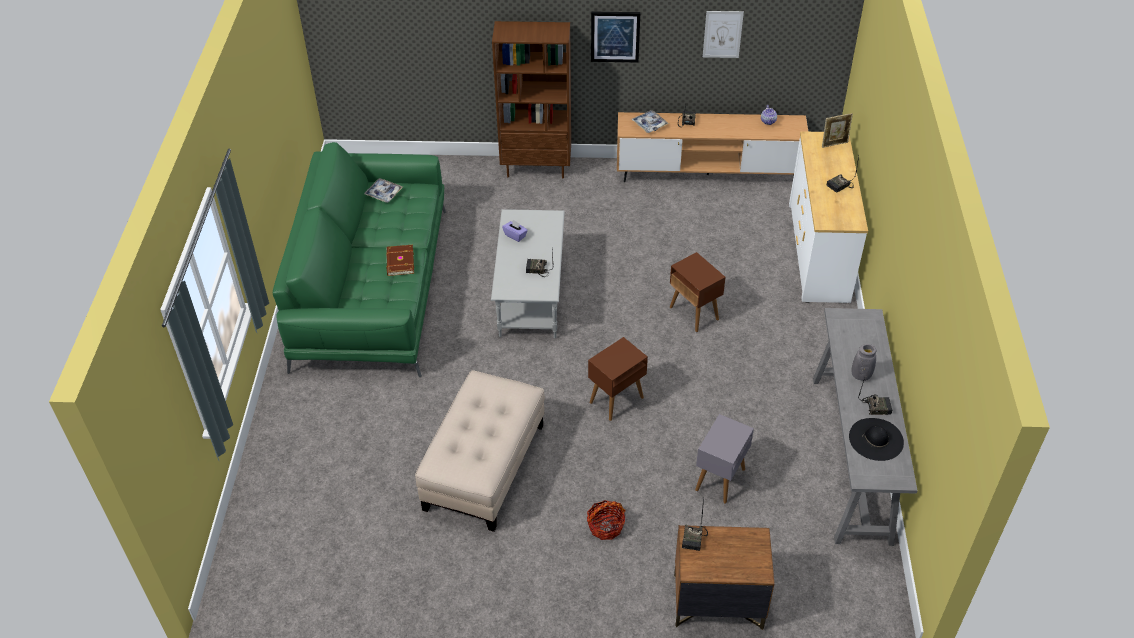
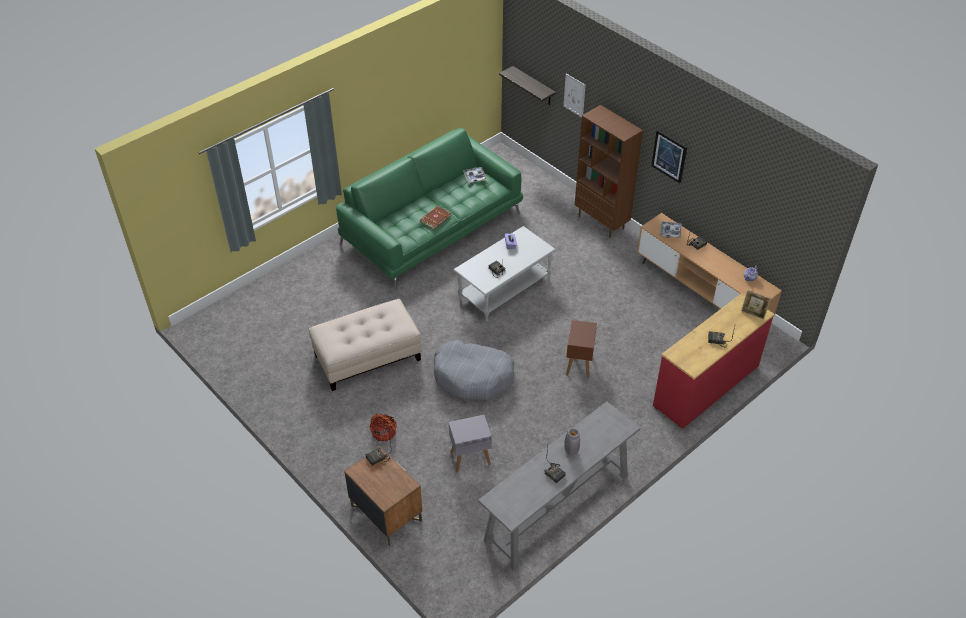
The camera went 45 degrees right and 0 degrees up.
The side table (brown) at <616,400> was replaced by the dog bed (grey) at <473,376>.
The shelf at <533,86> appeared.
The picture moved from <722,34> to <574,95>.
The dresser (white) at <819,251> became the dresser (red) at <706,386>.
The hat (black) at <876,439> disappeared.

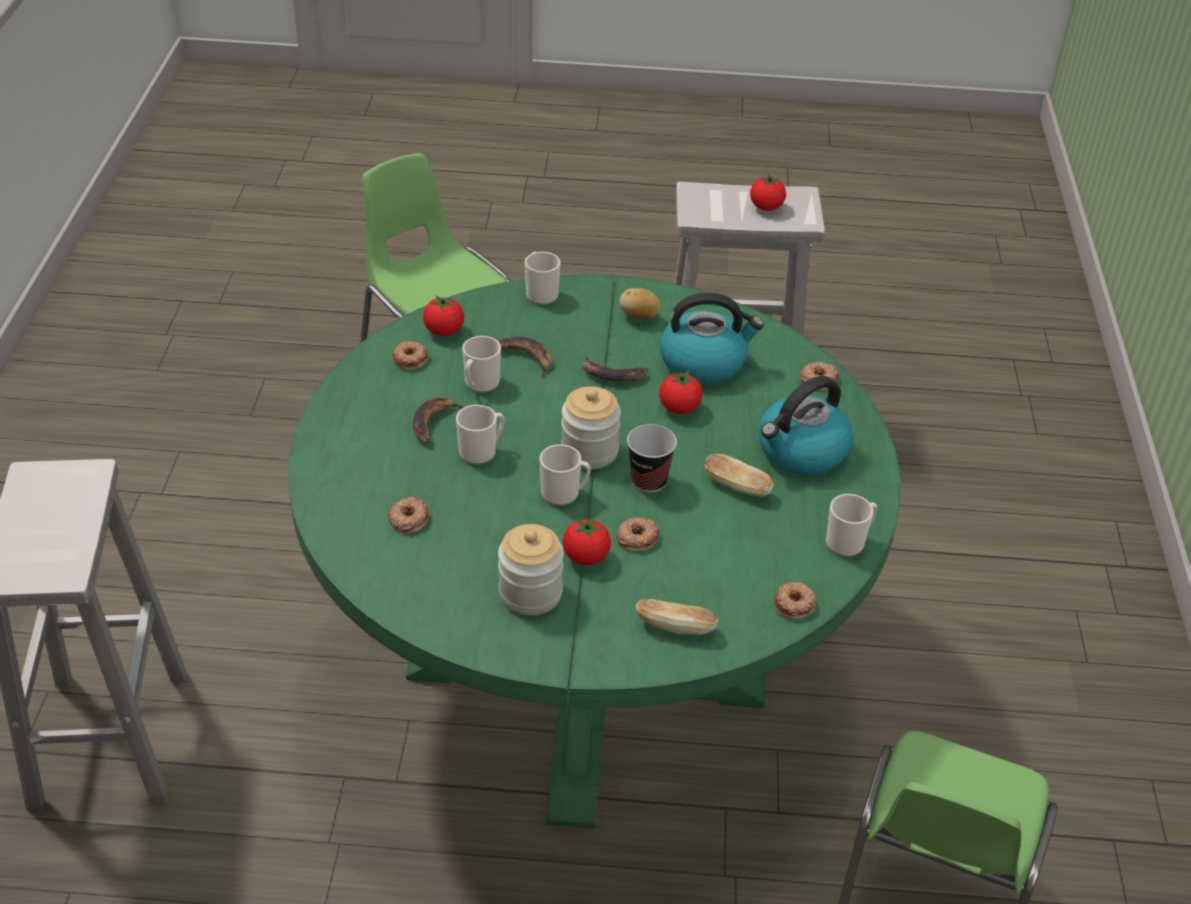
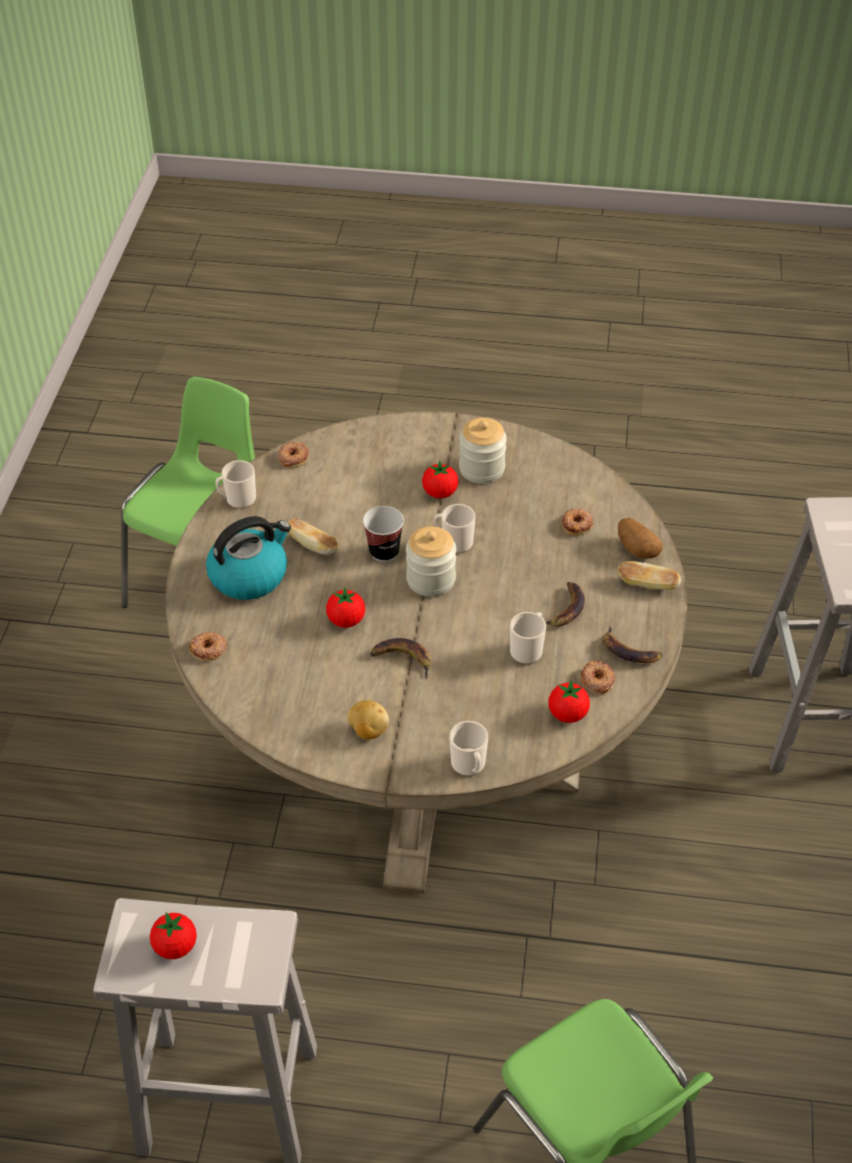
The camera went 175 degrees left and 5 degrees up.
The dining table (green) at <586,676> became the dining table (beige) at <425,759>.
The banana moved from <523,359> to <629,651>.
The potato at <636,549> appeared.
The bread moved from <675,627> to <647,585>.
The mug at <481,451> disappeared.
The donut at <637,537> disappeared.
The kettle at <704,362> disappeared.

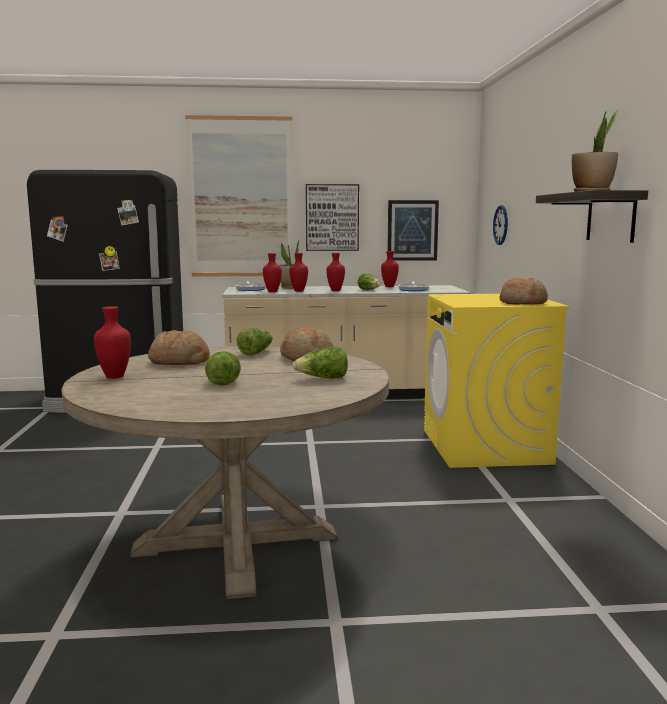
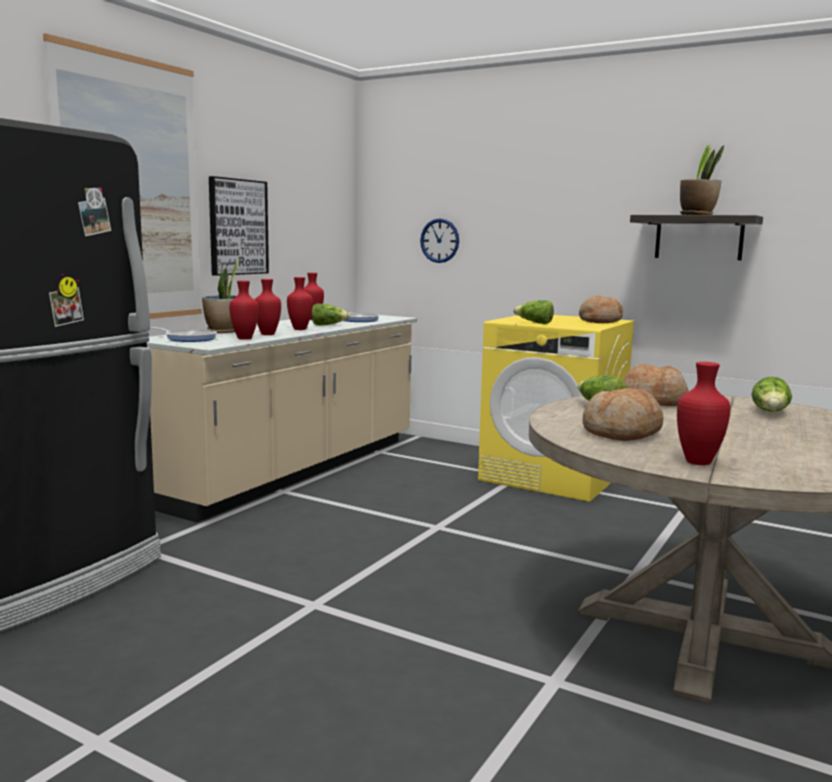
The camera went 55 degrees left and 0 degrees up.
The lettuce moved from <223,381> to <534,323>.
The picture at <412,230> disappeared.

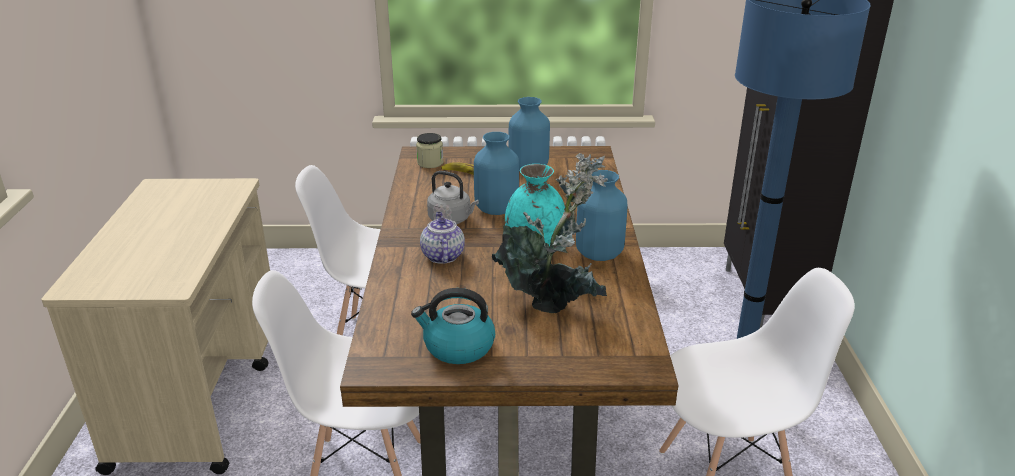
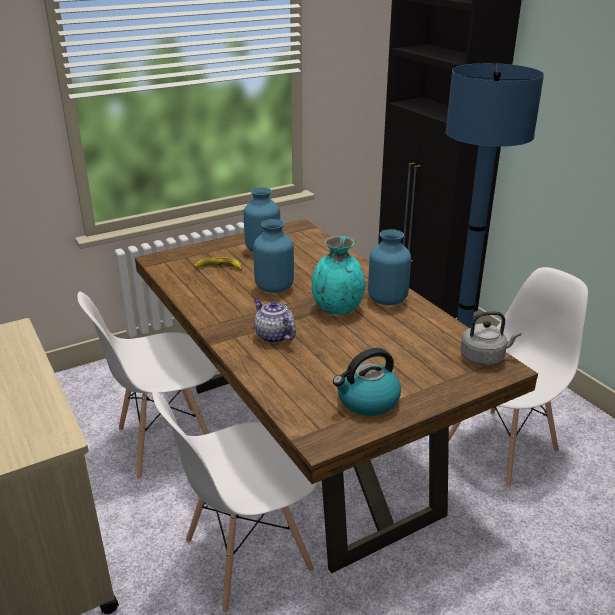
The camera went 30 degrees left and 0 degrees up.
The kettle (grey) moved from <452,219> to <484,357>.
The jar at <430,163> disappeared.
The potted plant at <552,302> disappeared.

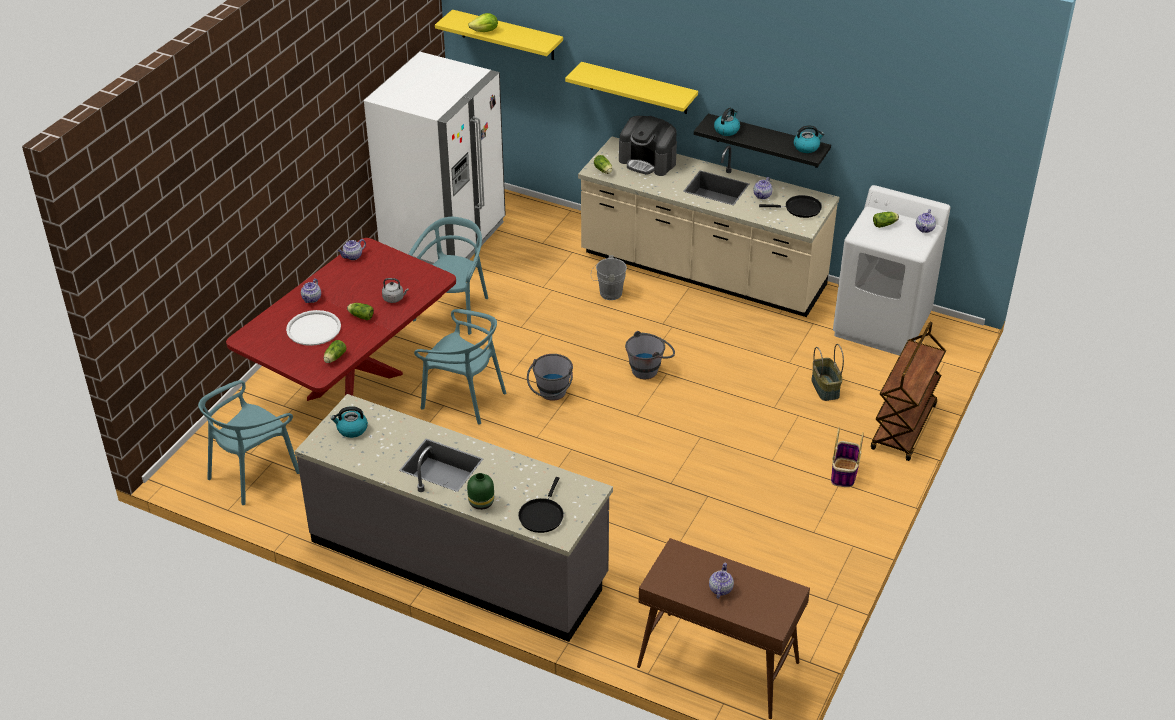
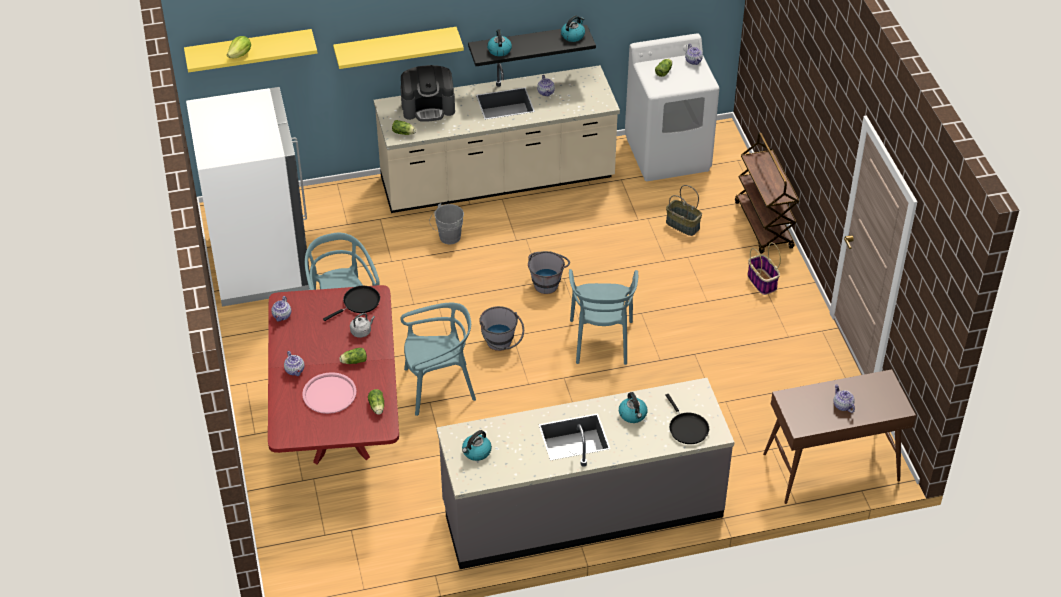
The camera went 40 degrees left and 5 degrees up.
The tray (white) at <314,329> became the tray (pink) at <329,394>.
The frying pan (black) moved from <800,209> to <359,303>.
The chair (turquoise) moved from <253,473> to <601,341>.
The kettle at <633,415> appeared.
The vase (green) at <482,503> disappeared.

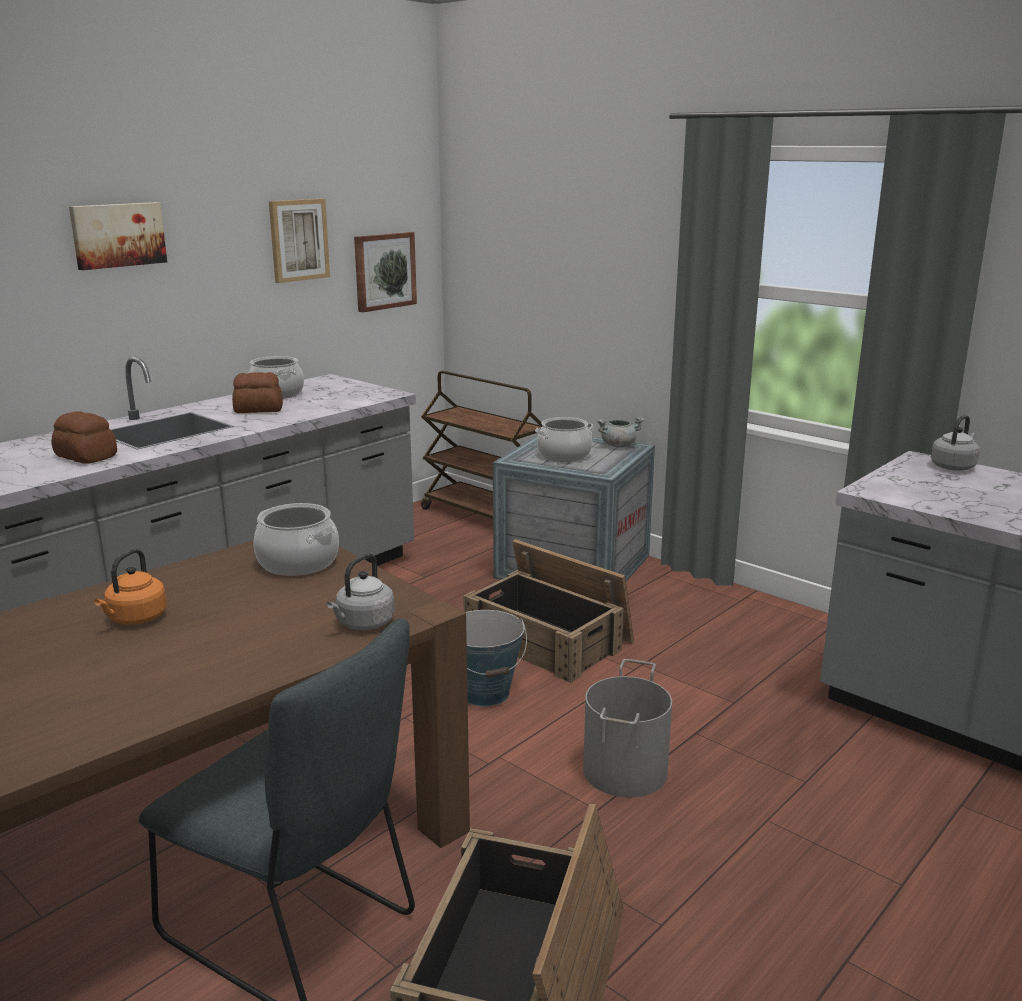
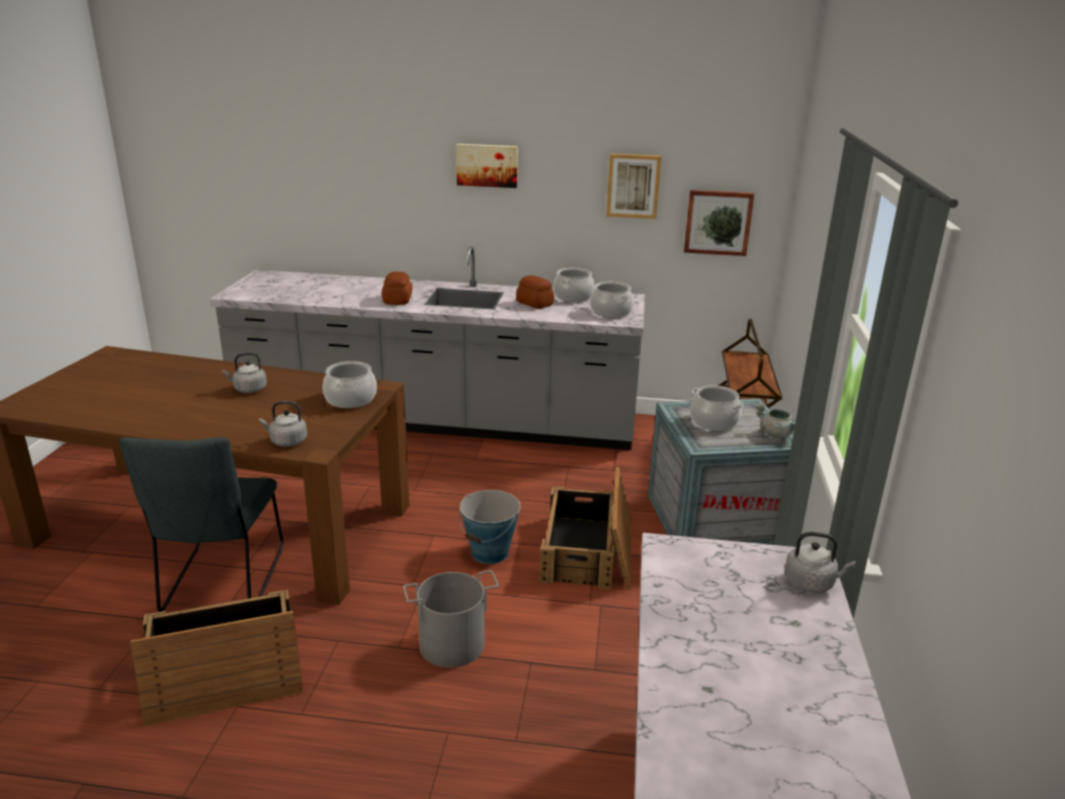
The camera went 55 degrees right and 5 degrees up.
The kettle (orange) at <135,619> became the kettle (grey) at <248,389>.
The cooking pot at <610,312> appeared.

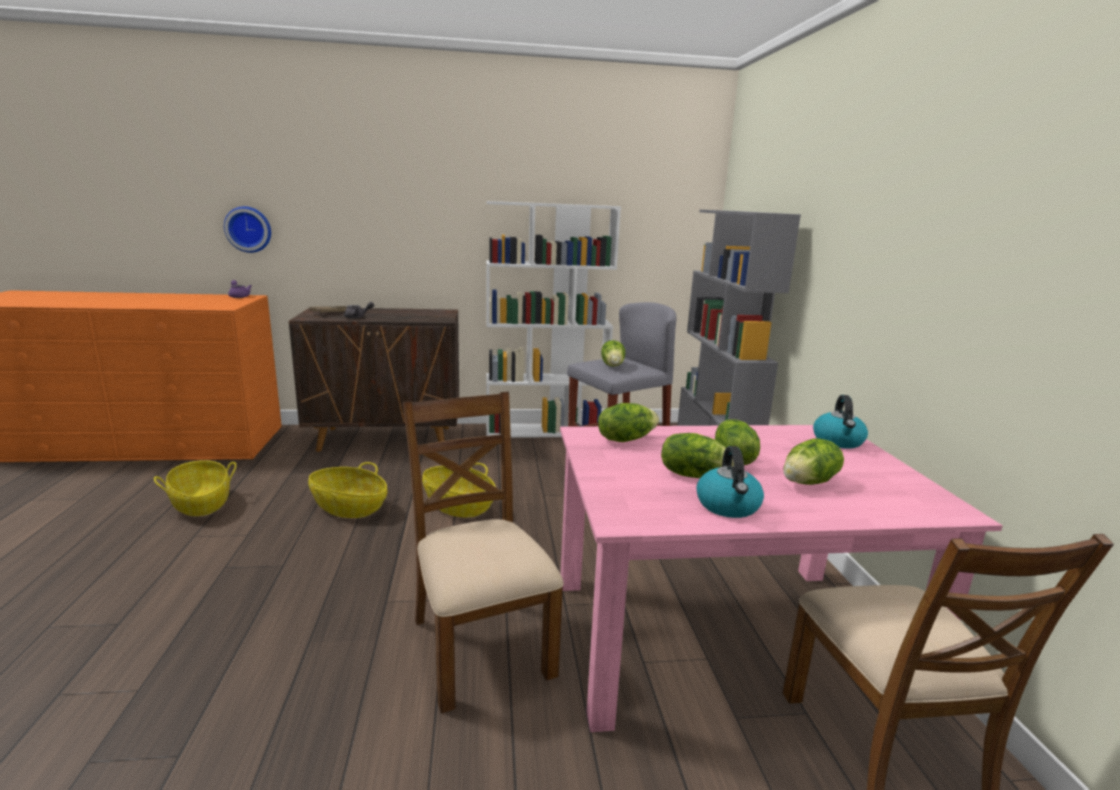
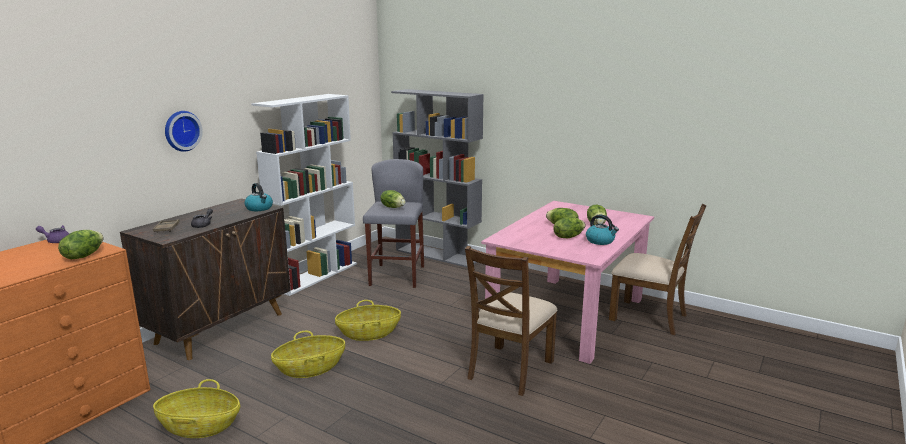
The camera went 50 degrees left and 0 degrees up.
The lettuce moved from <625,439> to <83,256>.
The wall clock moved from <249,229> to <181,130>.
The kettle moved from <838,441> to <259,208>.
The chair (brown) at <479,645> turned 75 degrees counterclockwise.

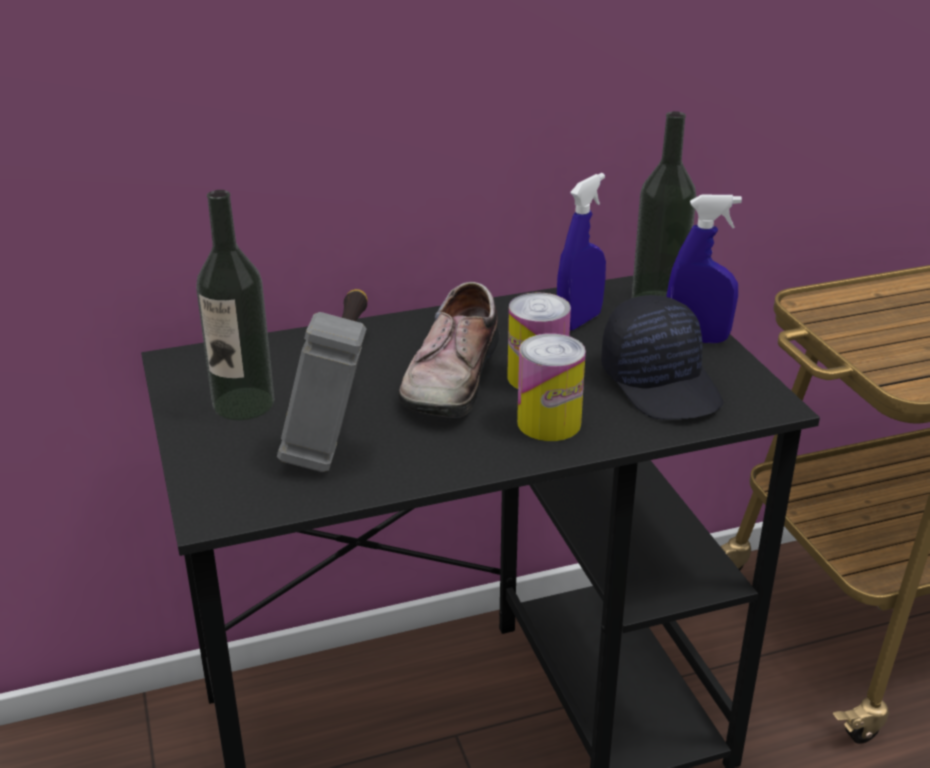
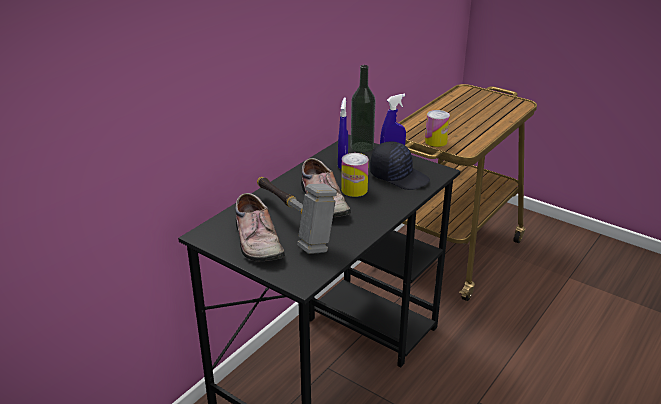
The camera went 35 degrees left and 0 degrees up.
The bottle at <243,404> was replaced by the shoe at <255,241>.
The can moved from <549,423> to <436,141>.

